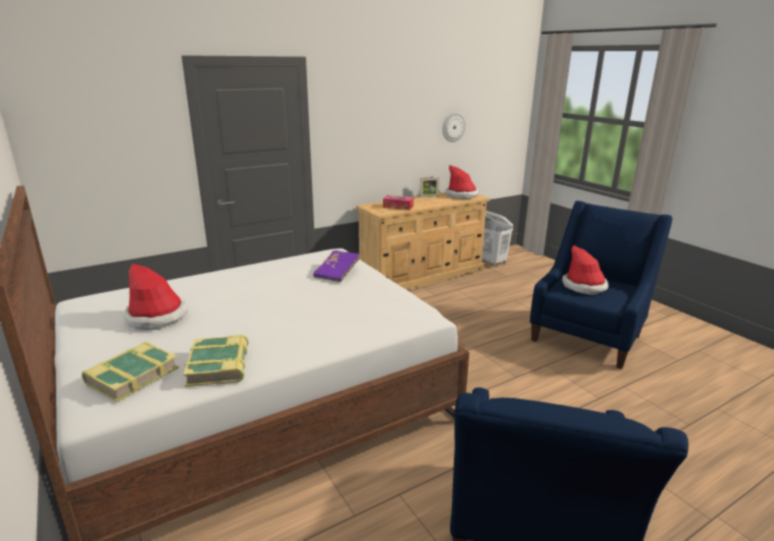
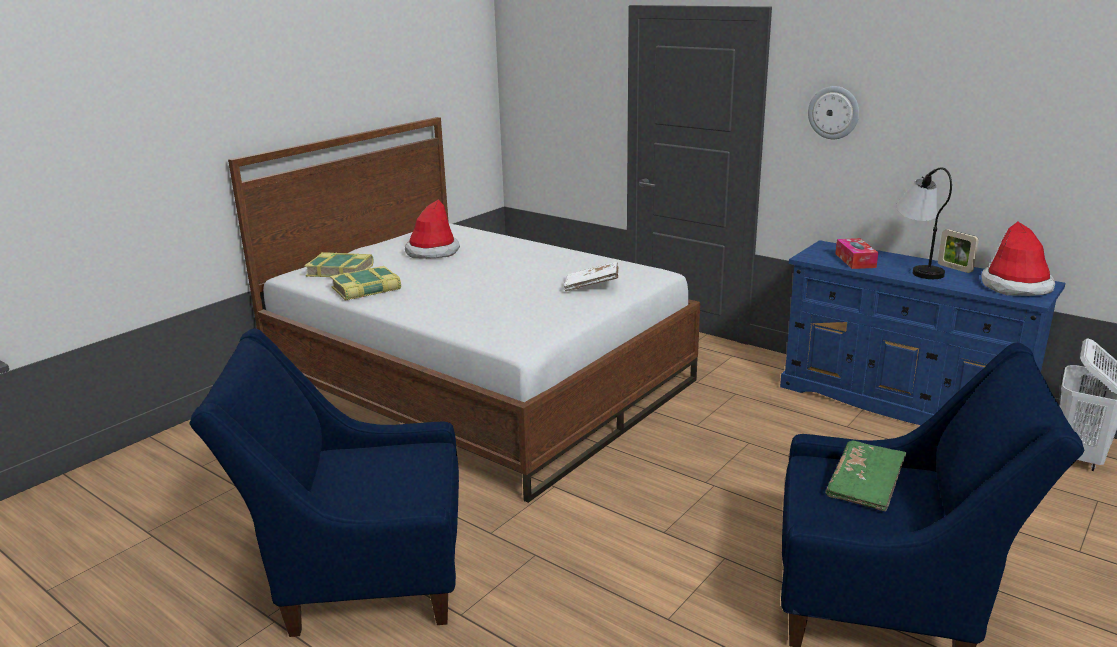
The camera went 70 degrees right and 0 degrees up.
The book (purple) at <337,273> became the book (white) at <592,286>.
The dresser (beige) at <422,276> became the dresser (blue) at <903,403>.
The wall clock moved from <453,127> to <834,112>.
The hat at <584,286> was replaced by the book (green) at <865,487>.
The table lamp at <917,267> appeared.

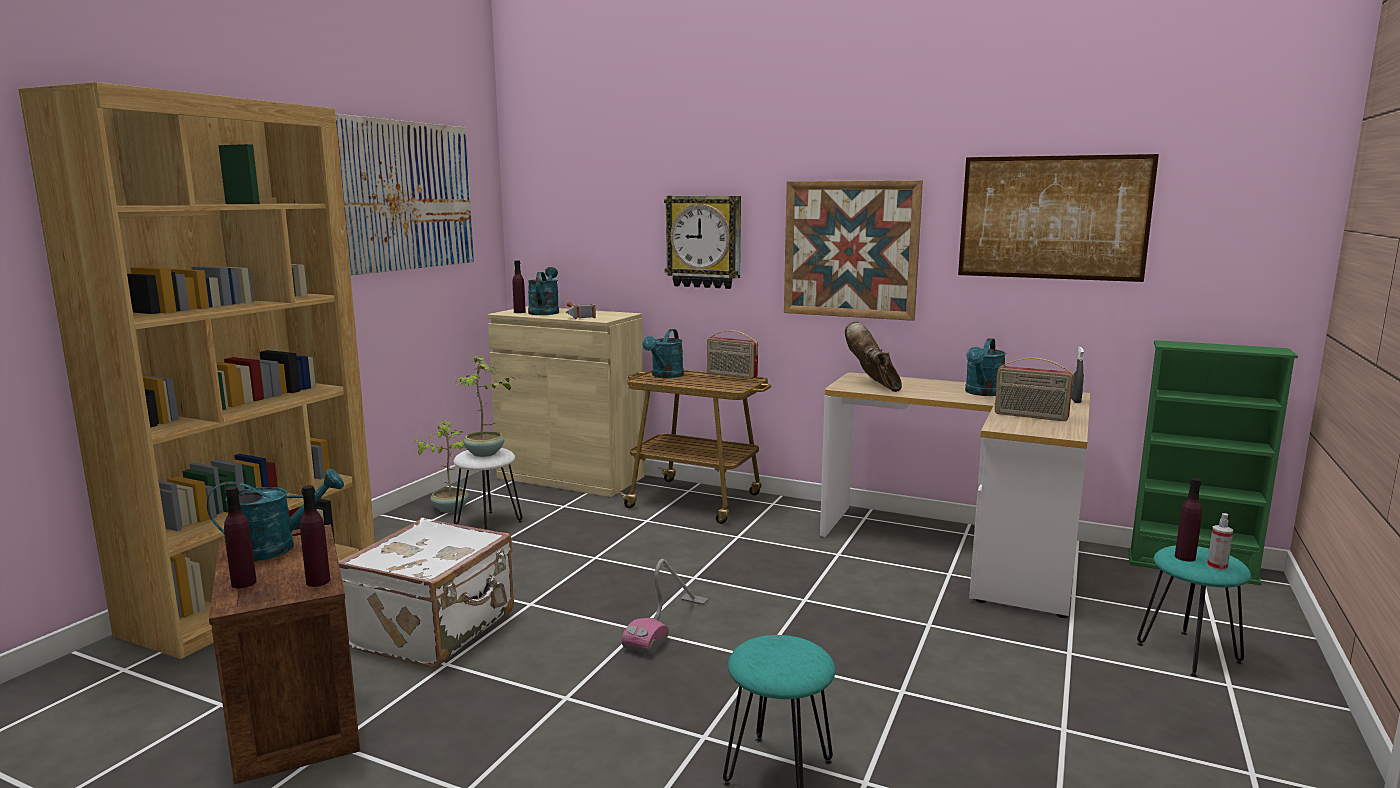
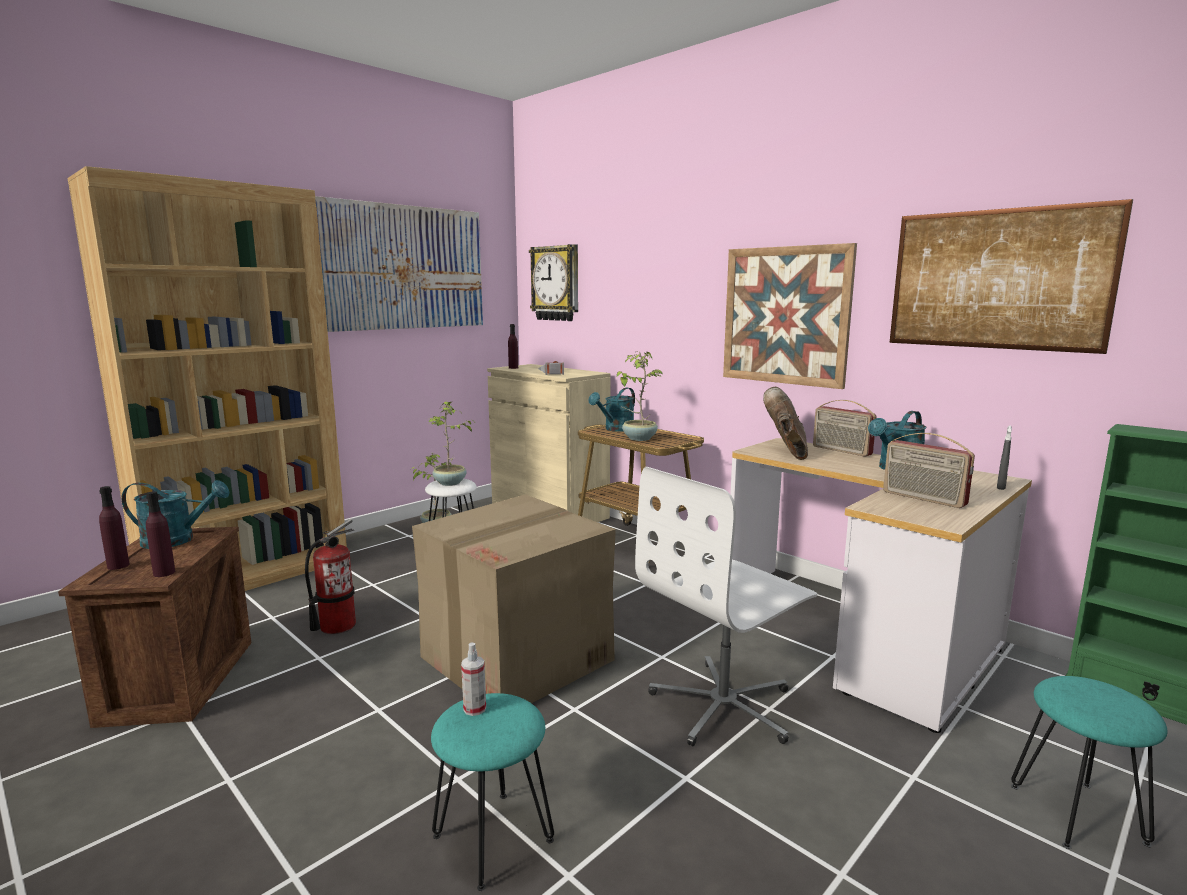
The camera went 20 degrees right and 0 degrees up.
The suitcase (white) at <435,629> was replaced by the fire extinguisher at <337,626>.
The vacuum cleaner at <668,624> was replaced by the cardboard box at <518,657>.
The spray bottle moved from <1217,566> to <474,709>.
The wall clock moved from <704,242> to <556,283>.
The potted plant at <638,438> appeared.
The office chair (white) at <724,706> appeared.
The radio moved from <731,375> to <841,451>.
The watering can (turquoise) at <545,312> disappeared.
The bottle (purple) at <1185,557> disappeared.

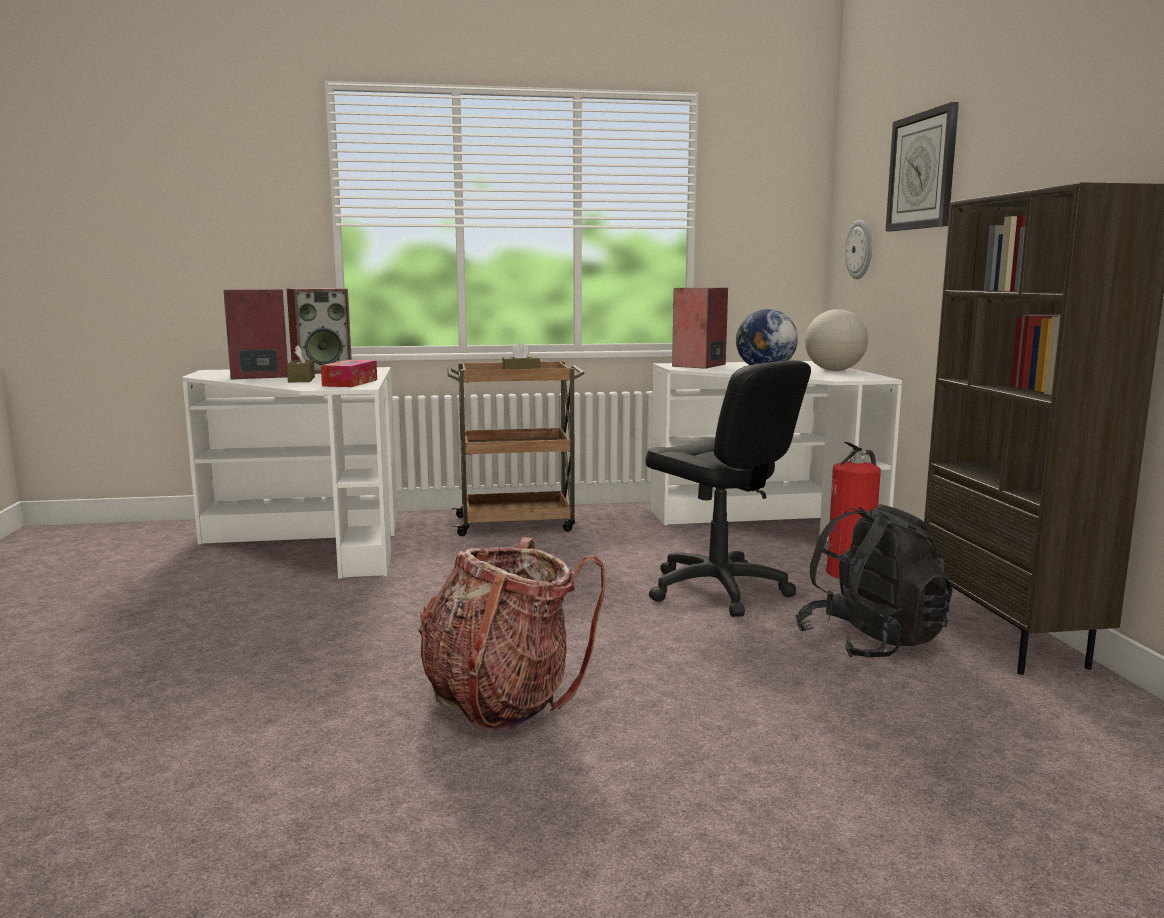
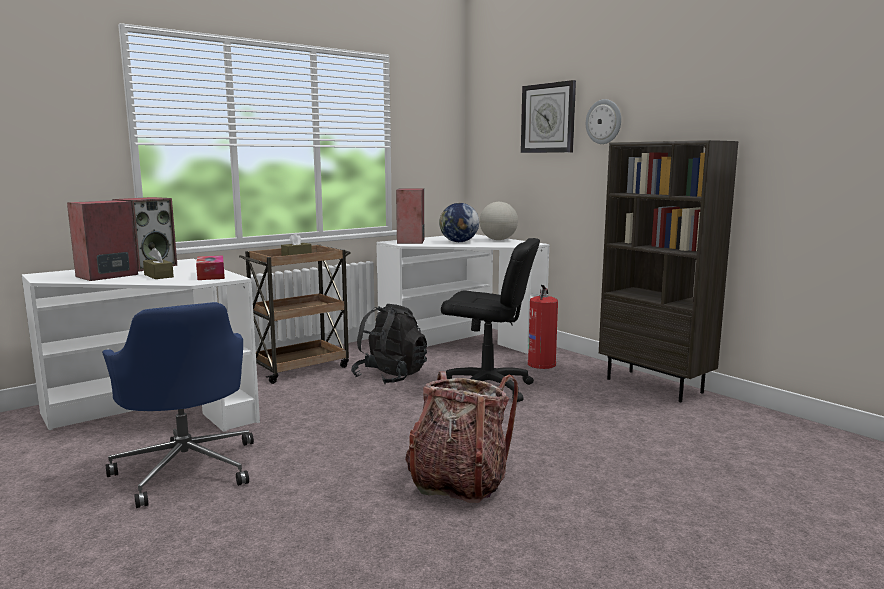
The camera went 30 degrees left and 0 degrees up.
The office chair (blue) at <187,468> appeared.
The backpack (black) moved from <871,642> to <390,377>.
The wall clock moved from <860,249> to <604,121>.

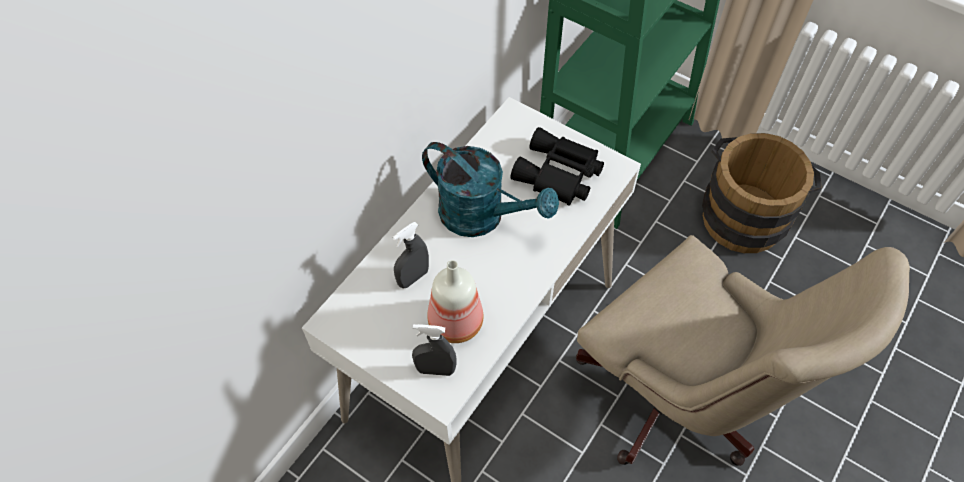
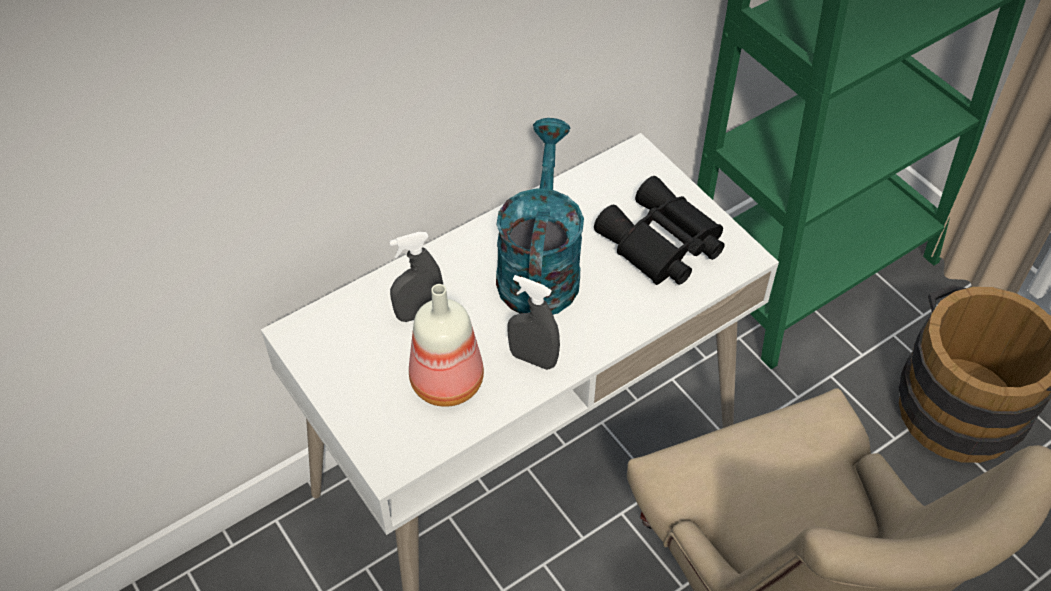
The camera went 20 degrees right and 5 degrees down.
The watering can (turquoise) at <482,216> turned 135 degrees counterclockwise.
The spray bottle (grey) moved from <435,370> to <533,359>.

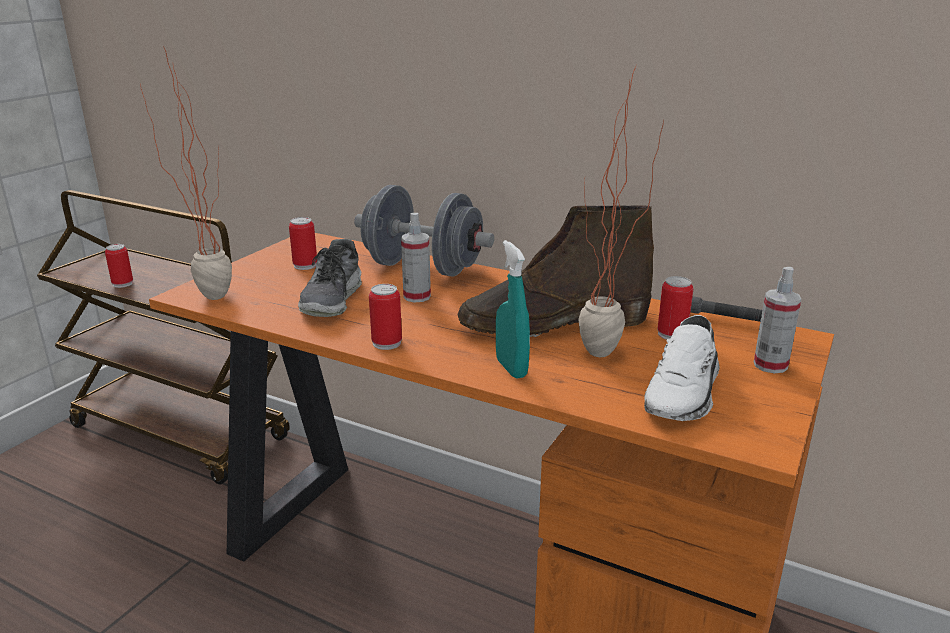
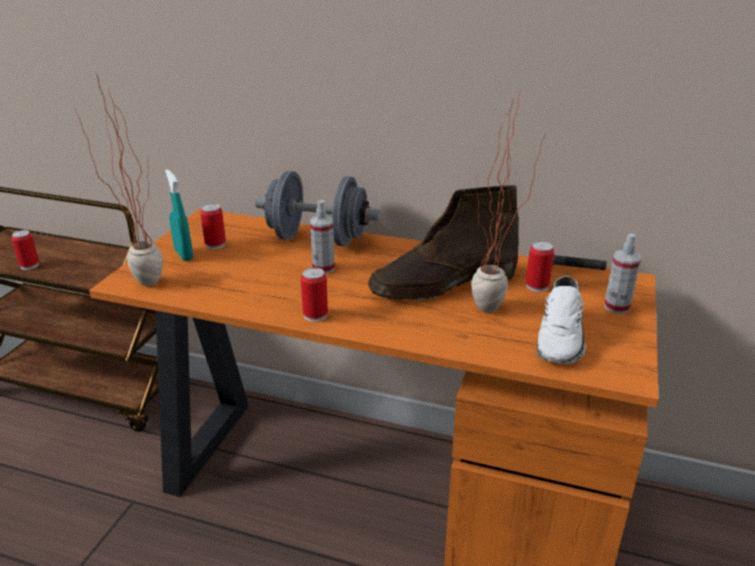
The camera went 10 degrees left and 5 degrees up.
The spray bottle (turquoise) moved from <511,368> to <183,255>.
The shoe at <333,299> disappeared.

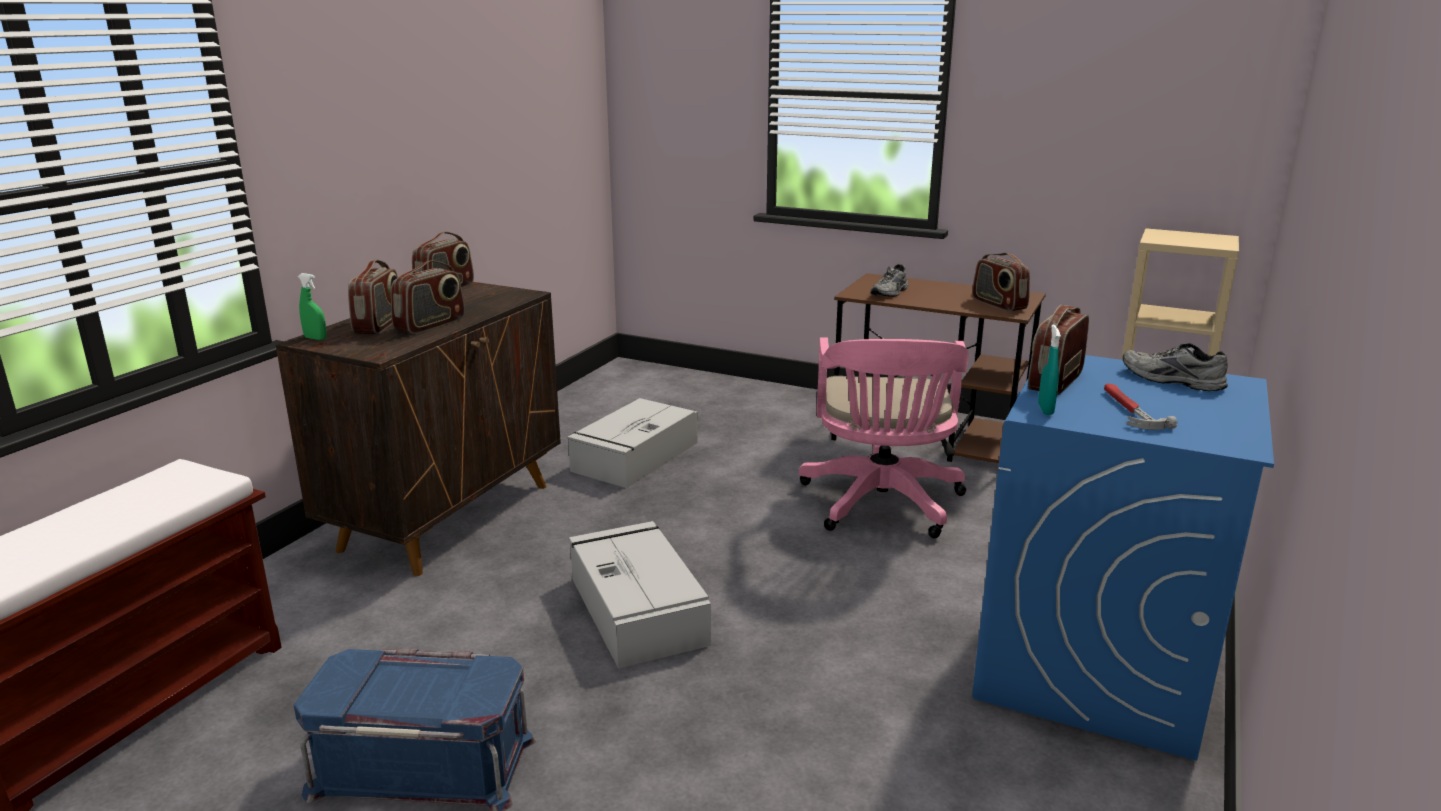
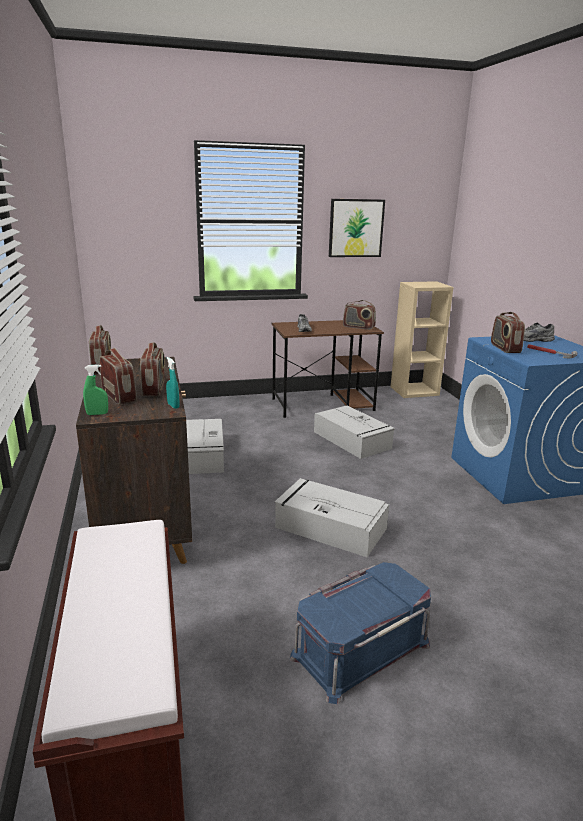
The camera went 40 degrees left and 0 degrees up.
The spray bottle (turquoise) moved from <1045,409> to <173,406>.
The office chair (pink) at <882,506> was replaced by the storage box (grey) at <352,440>.
The picture at <356,228> appeared.

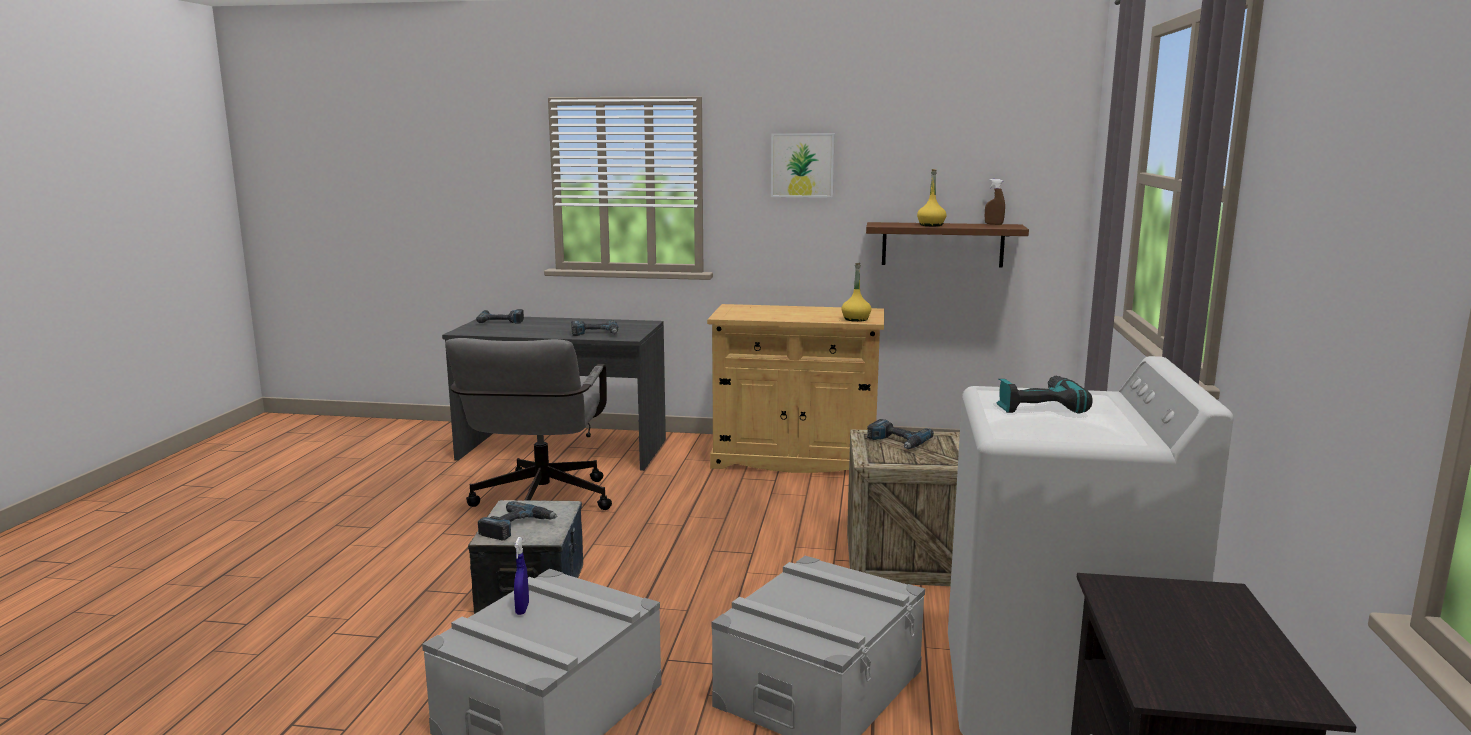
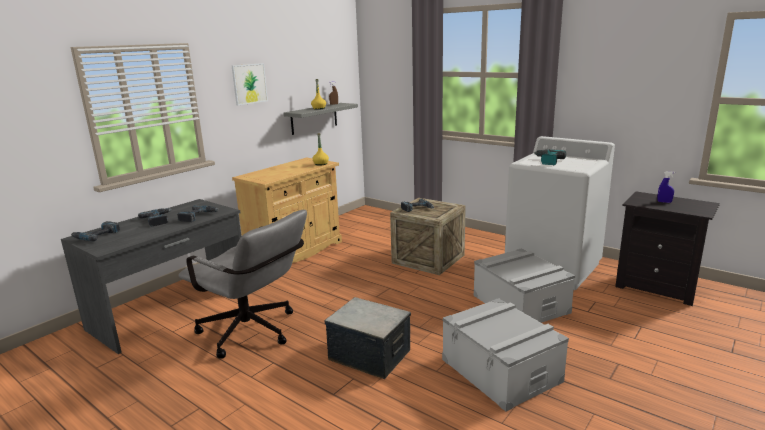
The camera went 60 degrees left and 5 degrees up.
The power drill moved from <517,527> to <158,219>.
The shelf (brown) at <942,244> became the shelf (grey) at <314,118>.
The spray bottle (blue) moved from <522,609> to <664,202>.

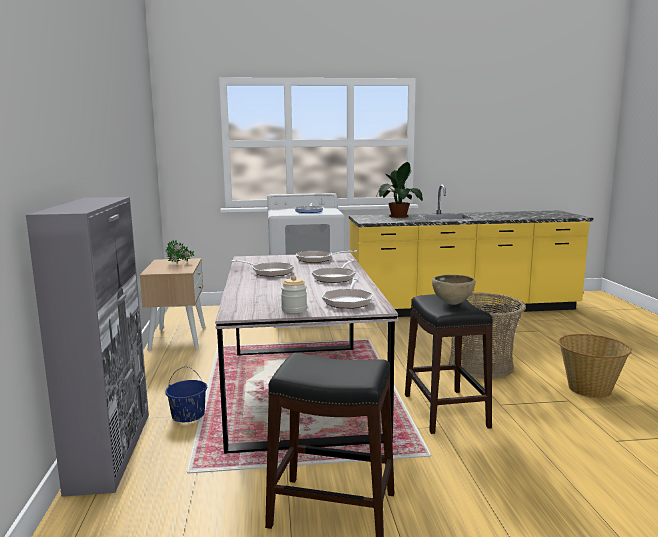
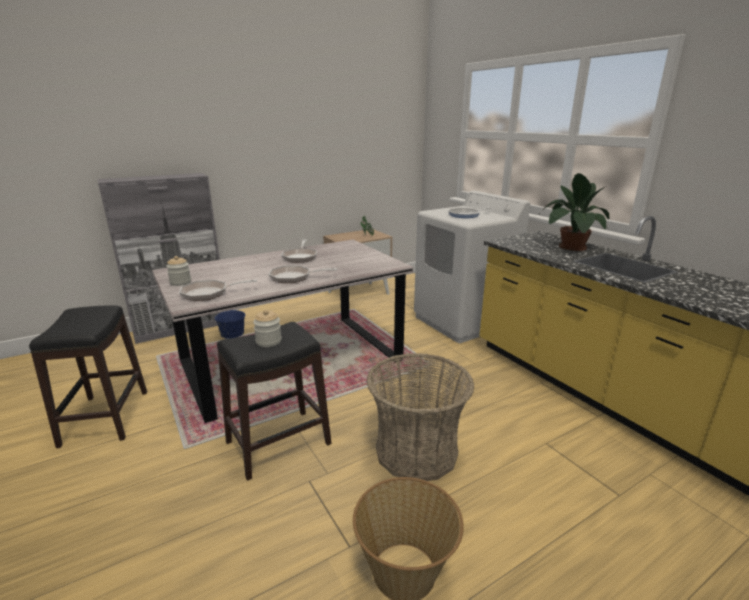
The camera went 65 degrees right and 10 degrees up.
The bowl (brown) at <453,304> was replaced by the jar at <268,341>.
The frying pan at <318,259> disappeared.

